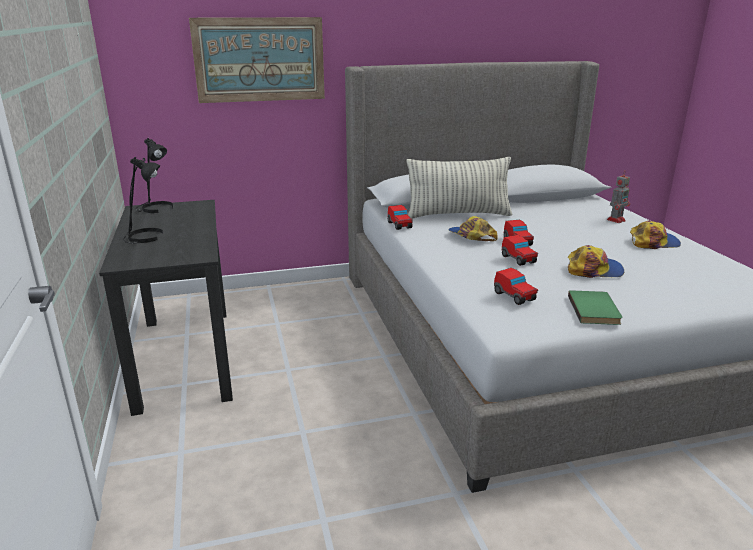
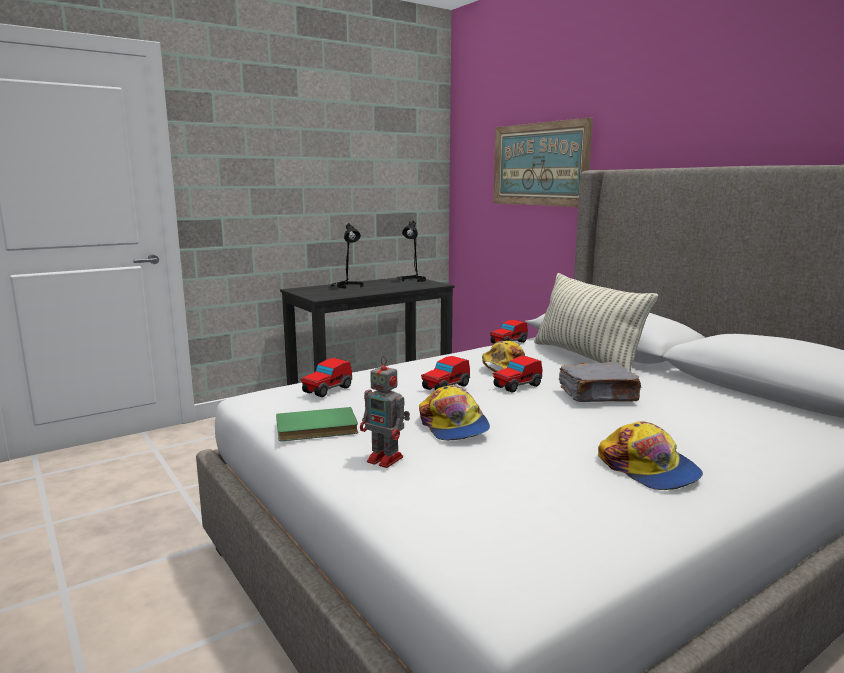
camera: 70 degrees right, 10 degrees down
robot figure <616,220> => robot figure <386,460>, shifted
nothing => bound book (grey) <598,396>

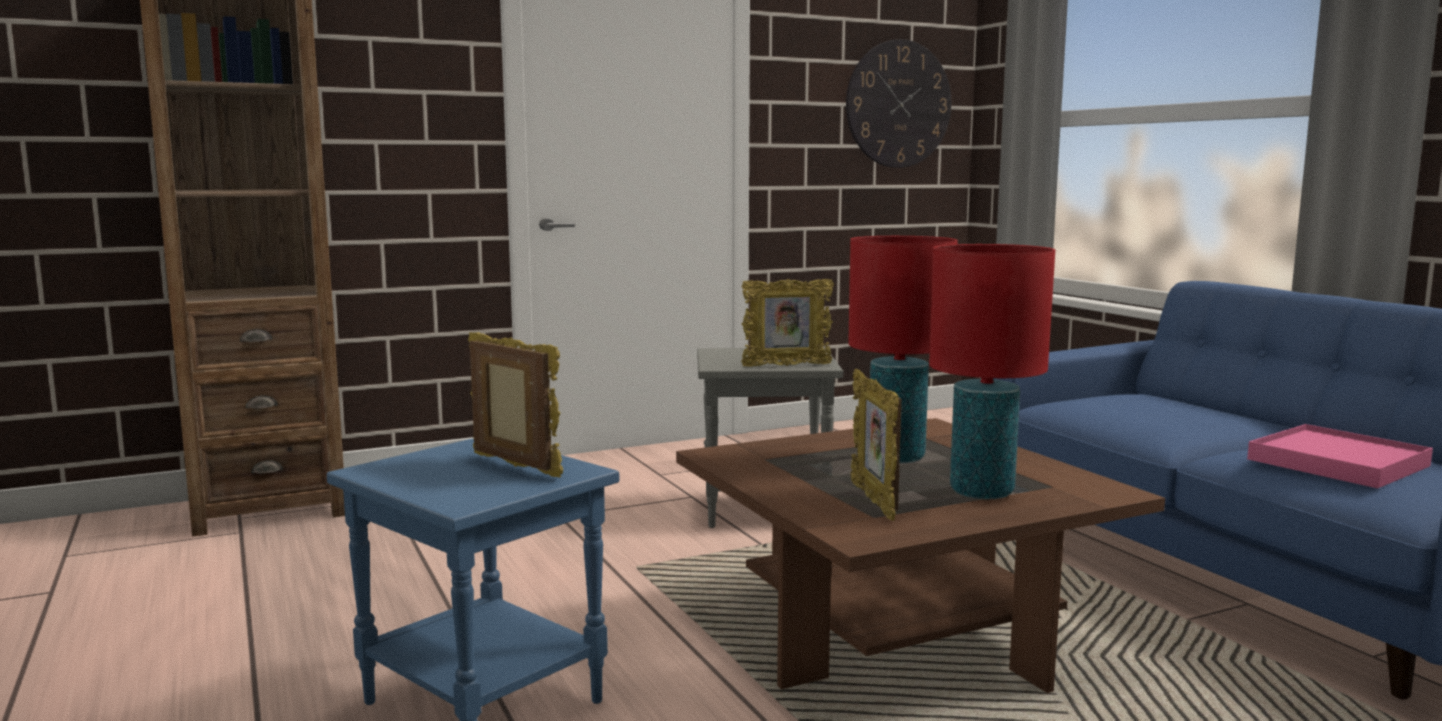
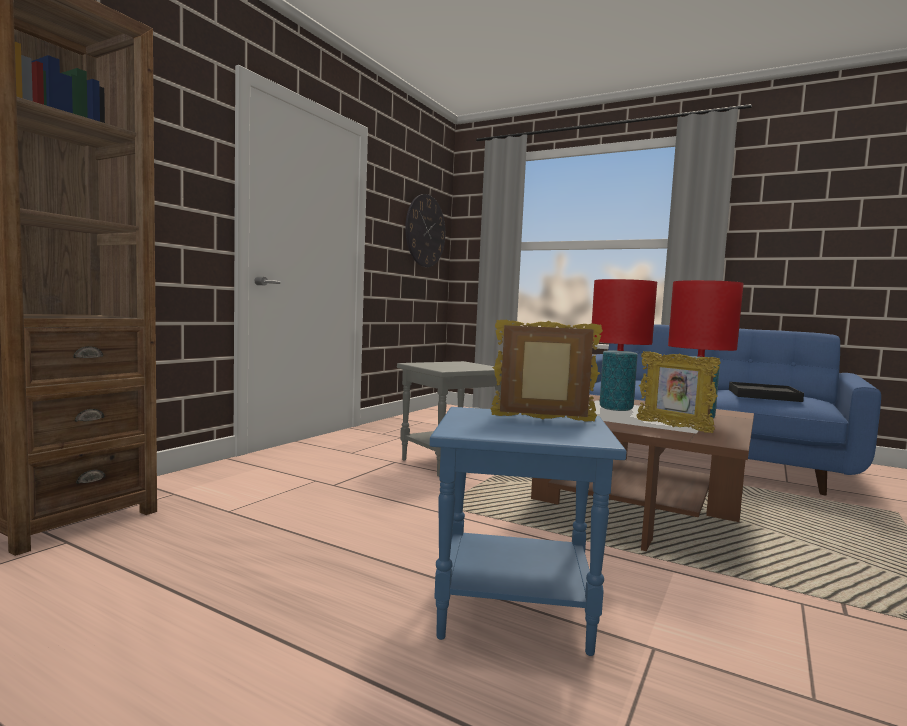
camera: 35 degrees left, 5 degrees down
picture frame <786,366> => nothing
carrying tray (pink) <1337,462> => carrying tray (black-coloured) <763,395>

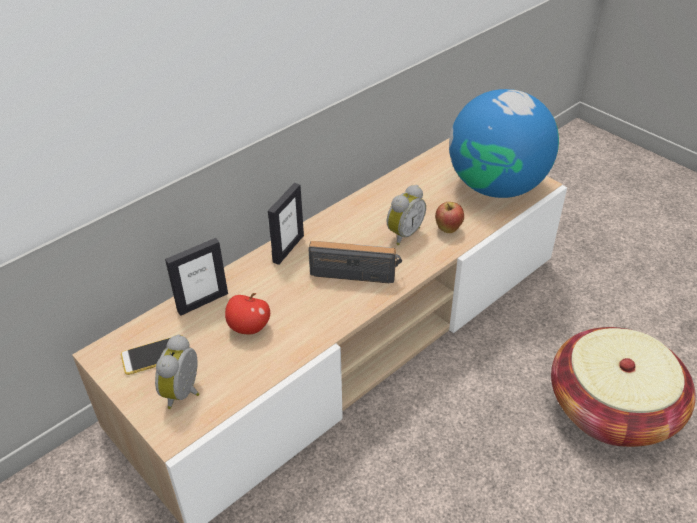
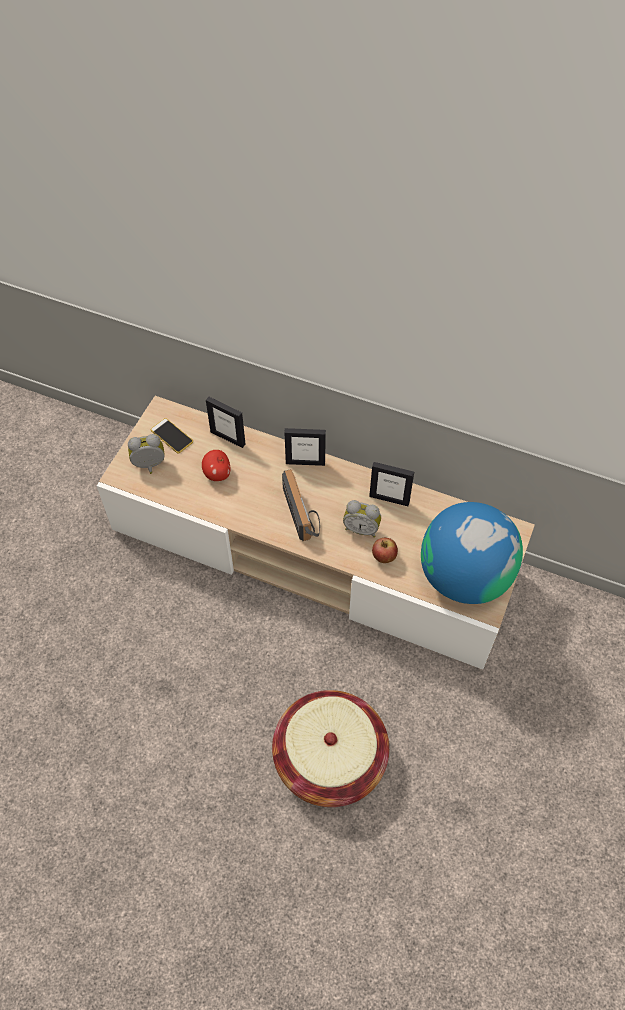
camera: 65 degrees right, 15 degrees up
nothing => picture frame <389,499>

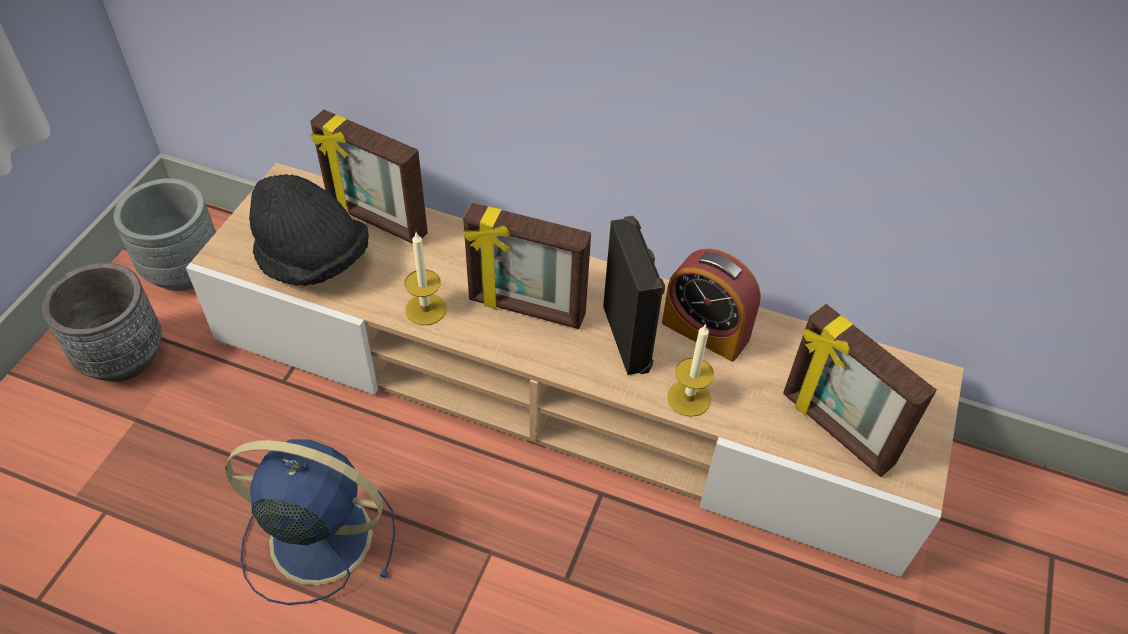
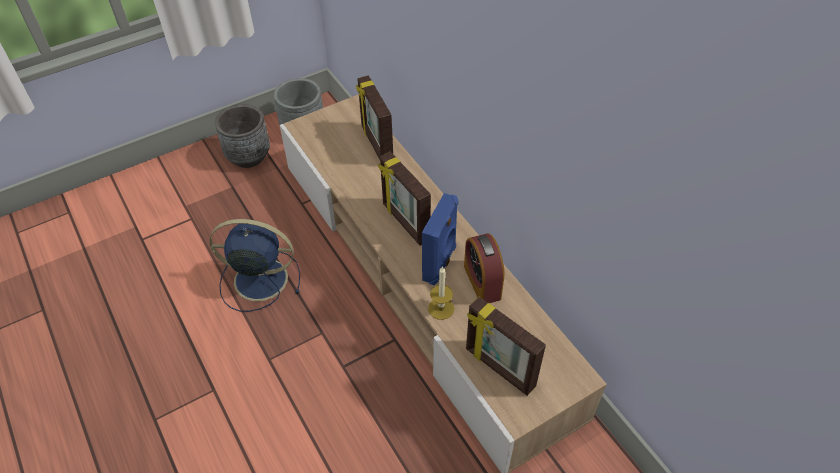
camera: 40 degrees right, 0 degrees up
cooling fan (bluish) <316,536> => cooling fan (bluish) <258,279>, 45 degrees counterclockwise
clothing hat (black-coloured) <313,260> => nothing
wax candle <425,309> => nothing
speaker (black-coloured) <629,338> => speaker (bluish) <440,263>
picture frame <835,430> => picture frame <499,368>, 45 degrees counterclockwise

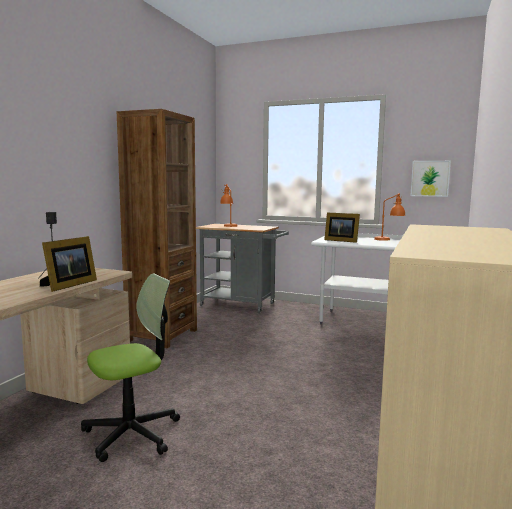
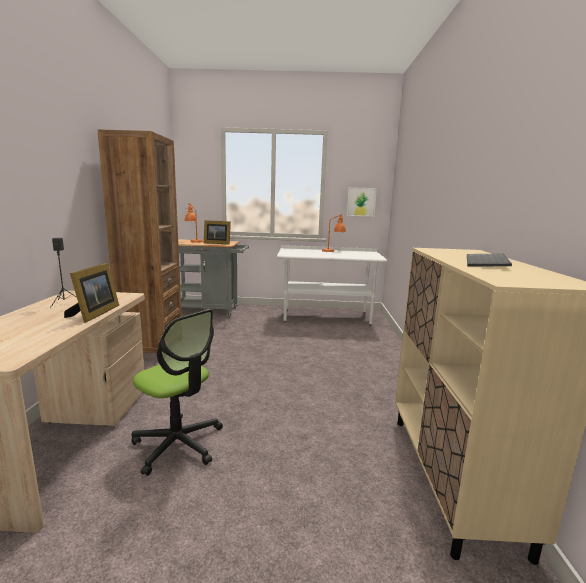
camera: 20 degrees left, 5 degrees up
computer chair <132,433> => computer chair <178,444>, 90 degrees clockwise
picture frame <340,240> => picture frame <216,243>, shifted
nothing => PC keyboard <488,262>

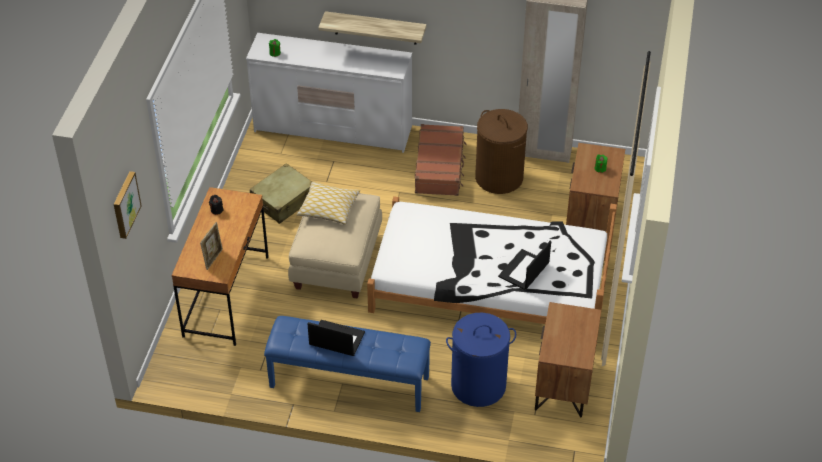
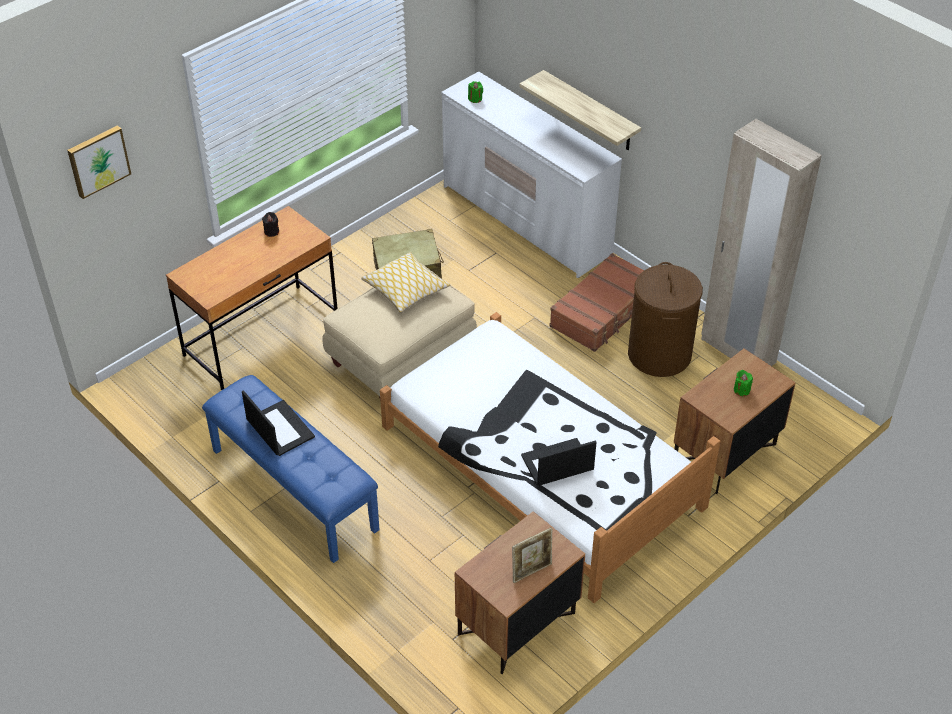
camera: 35 degrees right, 0 degrees up
picture frame <213,258> => picture frame <531,571>, shifted
hamper (bluish) <478,386> => nothing

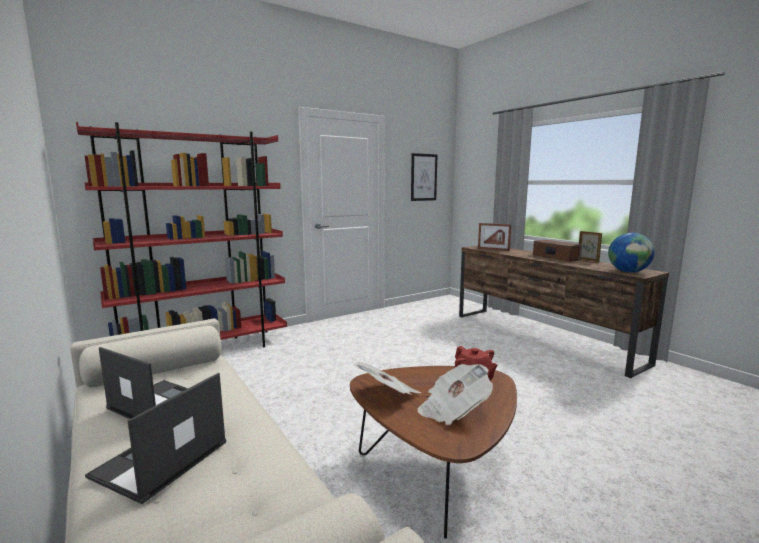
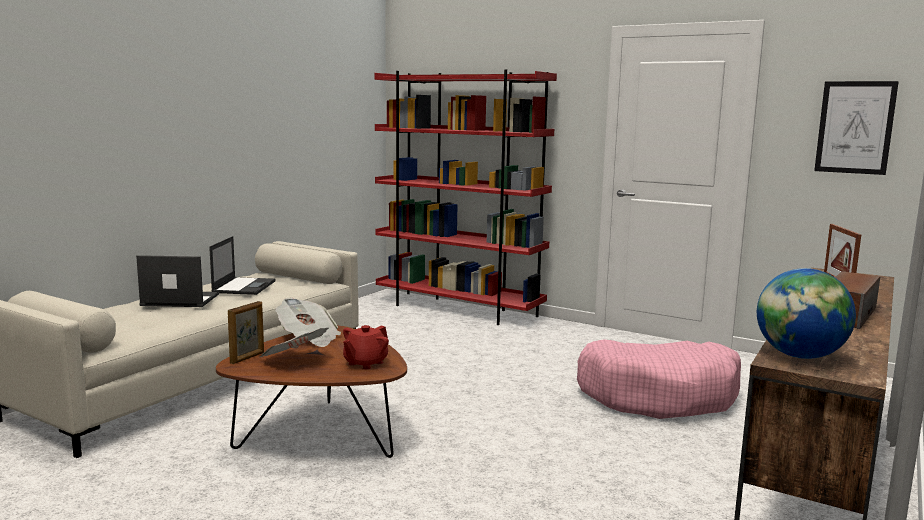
camera: 65 degrees right, 0 degrees up
picture frame <588,260> => picture frame <248,358>, shifted
nothing => dog bed (pink) <658,395>

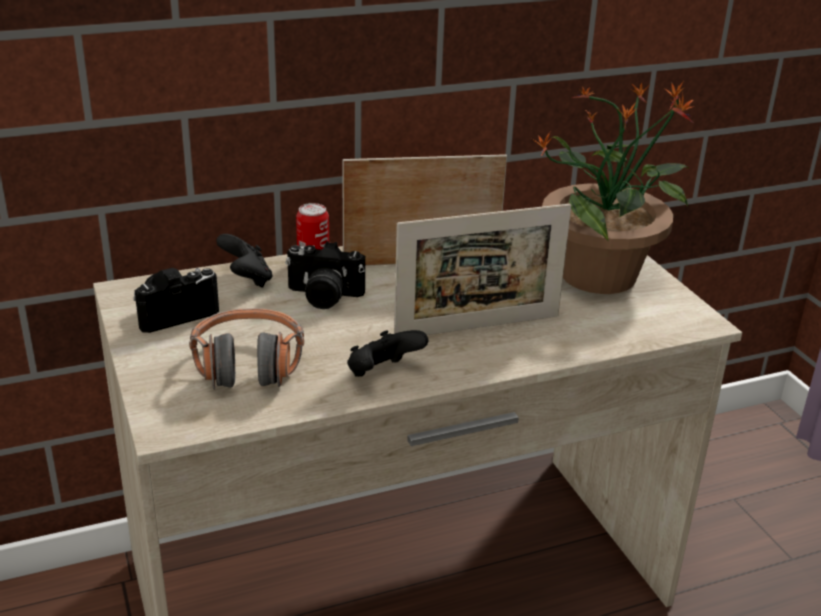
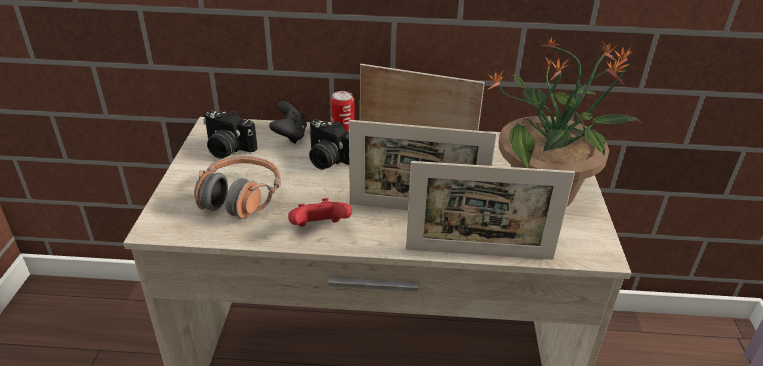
camera: 25 degrees right, 5 degrees up
still camera <174,314> => still camera <227,149>, 150 degrees counterclockwise
joypad (black-coloured) <382,374> => joypad (red) <319,229>
nothing => picture frame <479,254>

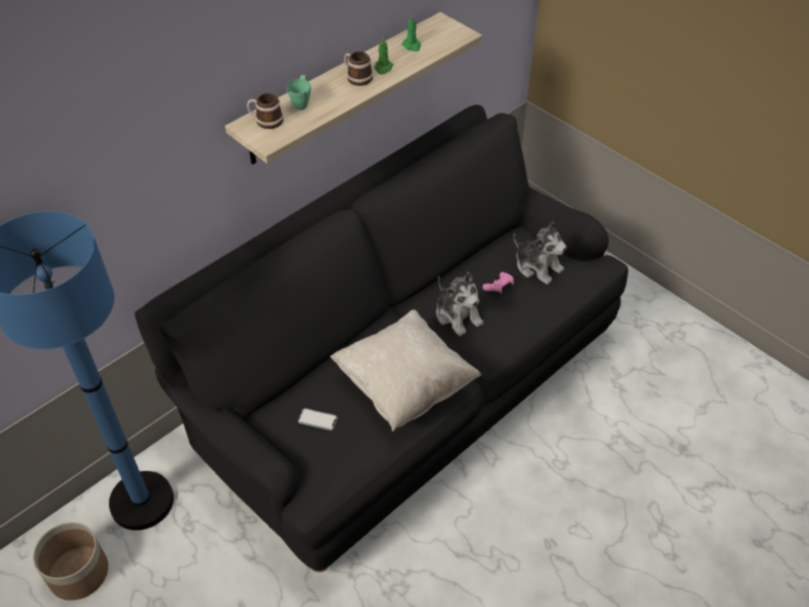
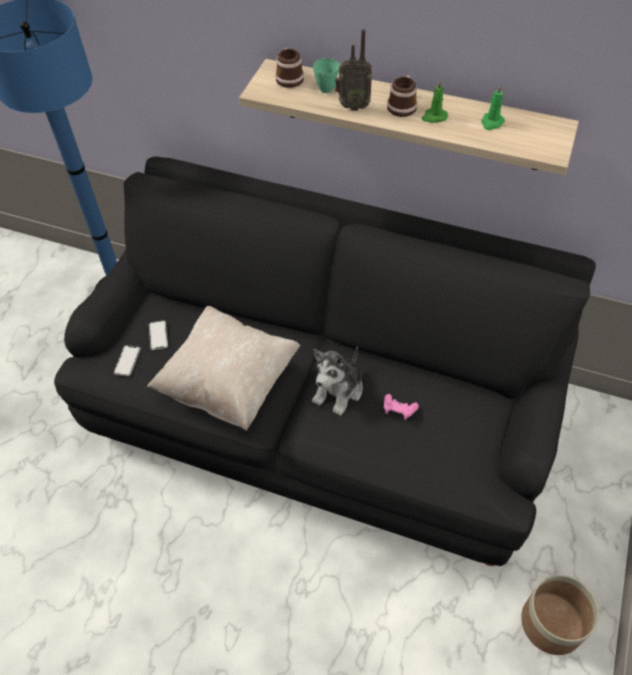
camera: 65 degrees right, 5 degrees up
planter <78,572> => planter <552,622>, shifted
plush toy <538,266> => nothing
nothing => handset <127,361>
nothing => radio set <352,106>

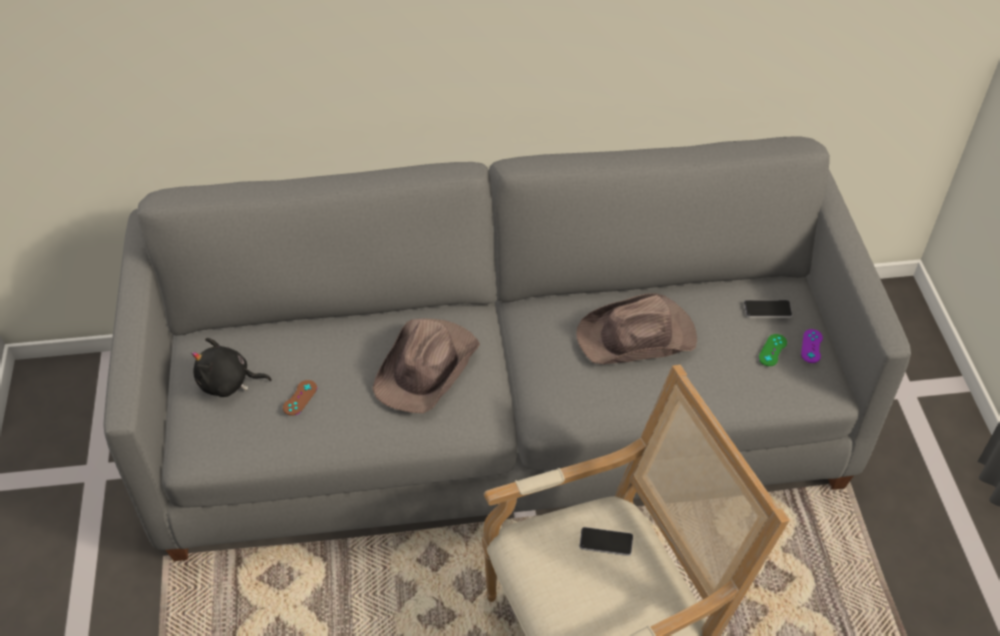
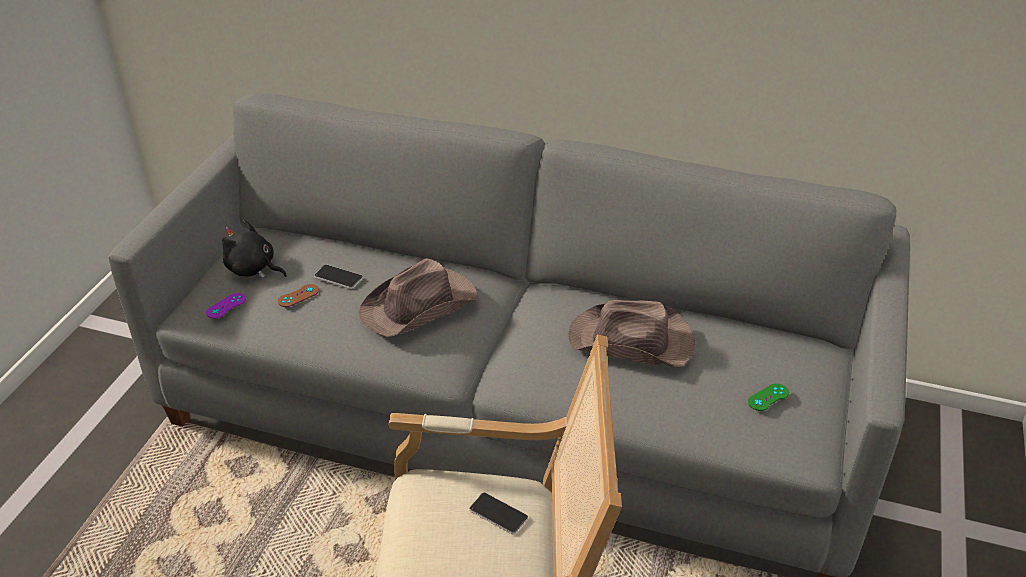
camera: 25 degrees right, 10 degrees down
handset <767,309> => handset <338,277>, shifted
joypad (purple) <811,346> => joypad (purple) <226,306>, shifted

